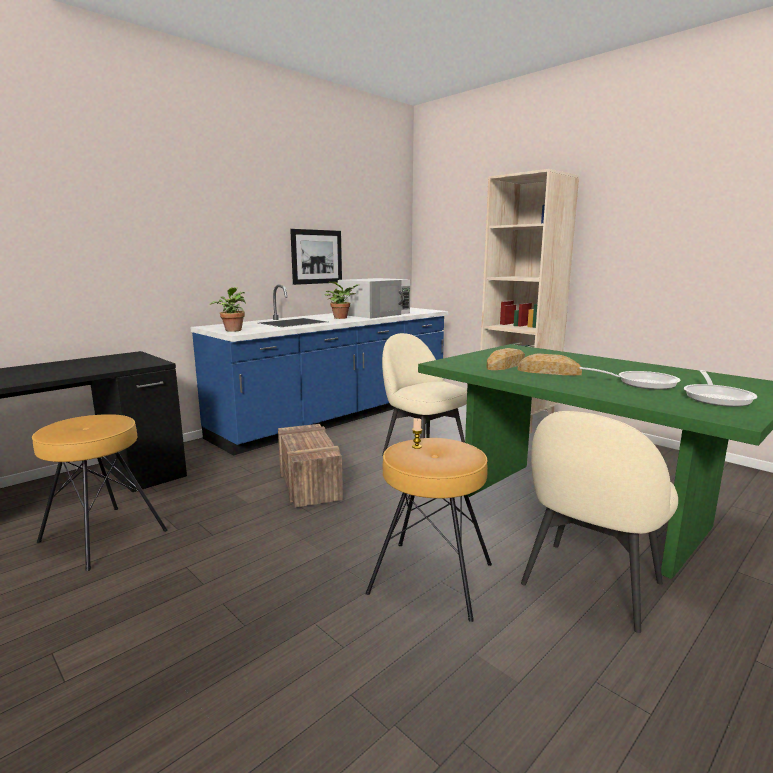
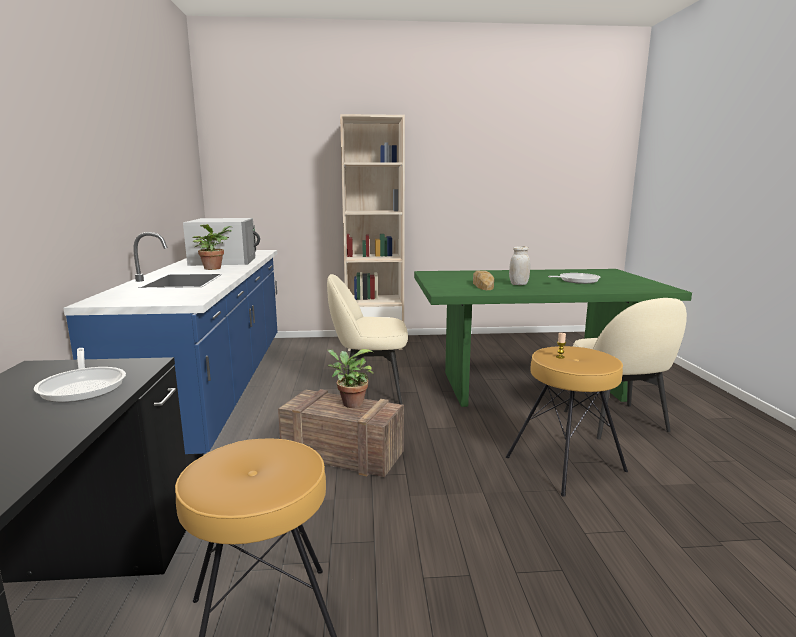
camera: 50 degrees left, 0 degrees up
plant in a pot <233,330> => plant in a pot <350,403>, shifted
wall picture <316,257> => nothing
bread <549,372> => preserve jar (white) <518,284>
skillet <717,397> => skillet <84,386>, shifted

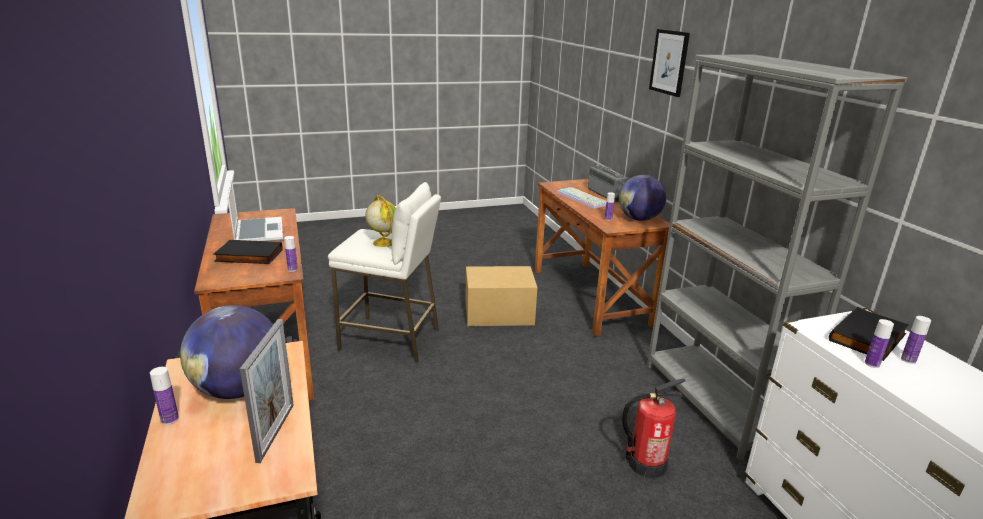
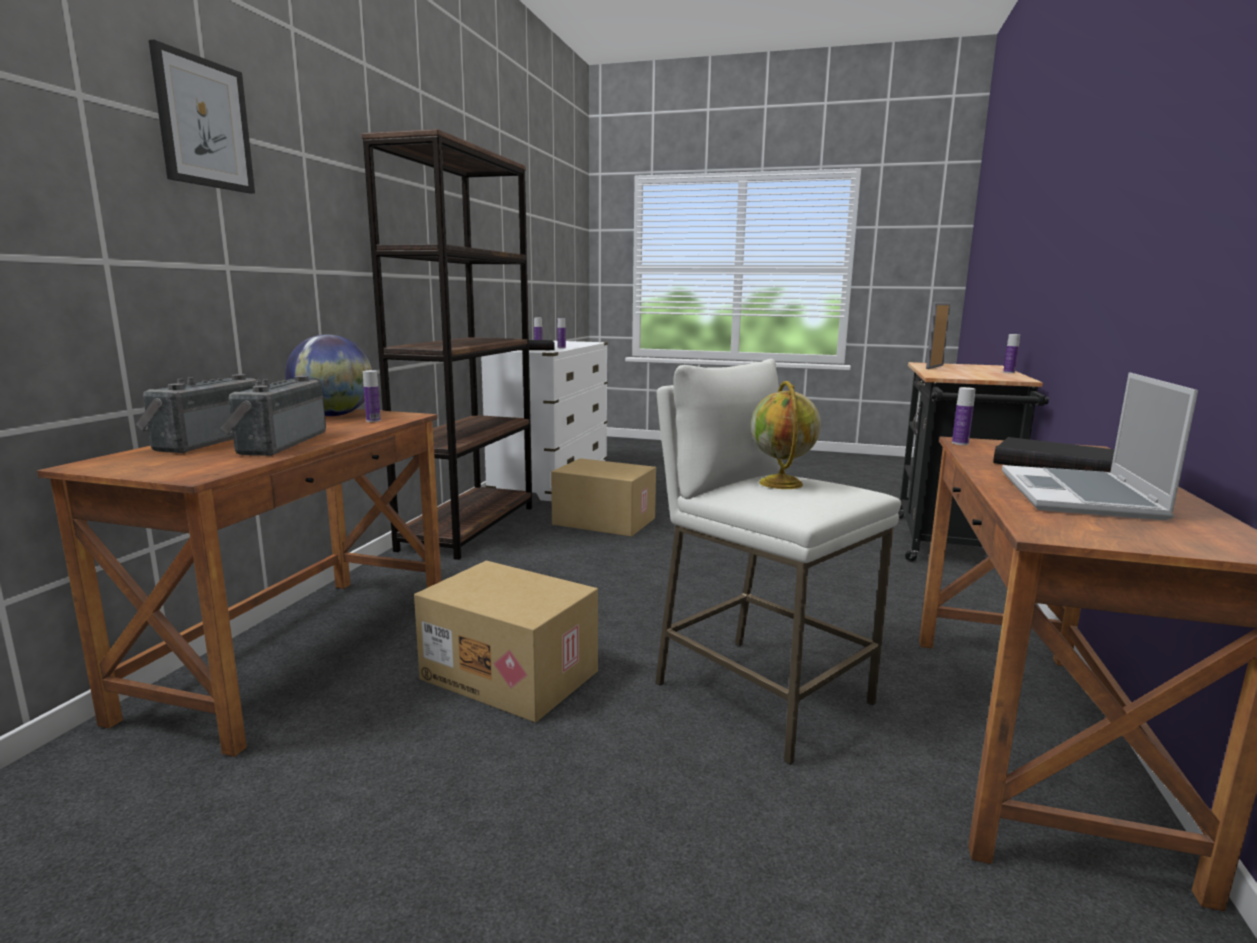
camera: 145 degrees left, 10 degrees down
globe <238,389> => nothing
PC keyboard <583,198> => radio set <277,443>
fire-fighting cylinder <646,464> => packing box <602,521>
shelving unit (grey) <714,403> => shelving unit (brown-coloured) <469,527>

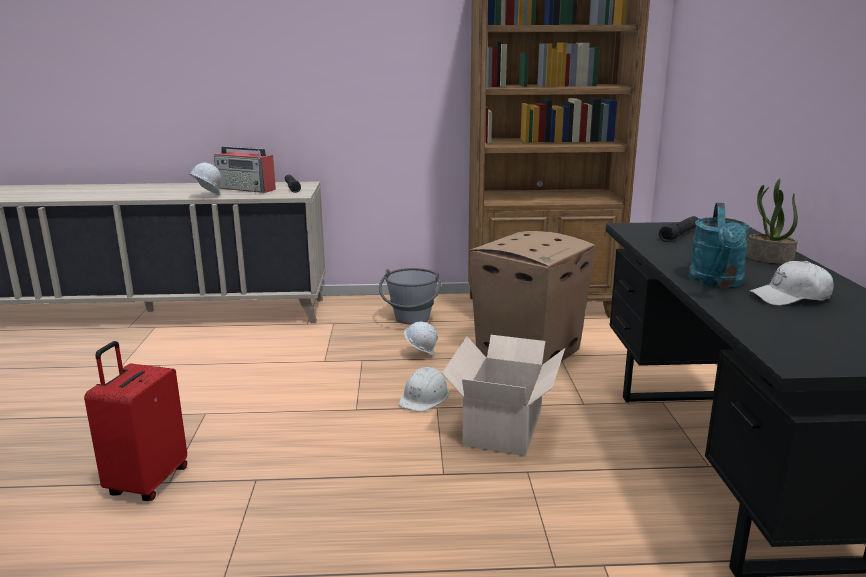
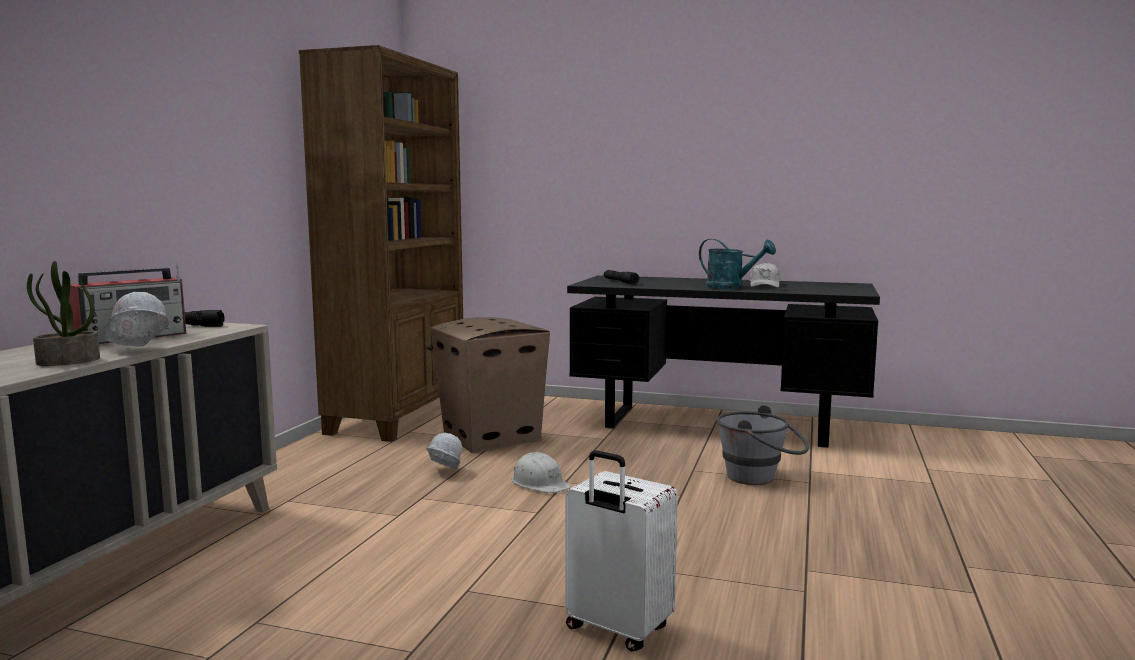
camera: 70 degrees left, 10 degrees down
suitcase (red) <146,482> => suitcase (white) <616,630>
water bucket (grey) <411,321> => water bucket (grey) <760,478>, shifted
packing box <504,426> => nothing
plant in a pot <768,259> => plant in a pot <67,361>, shifted

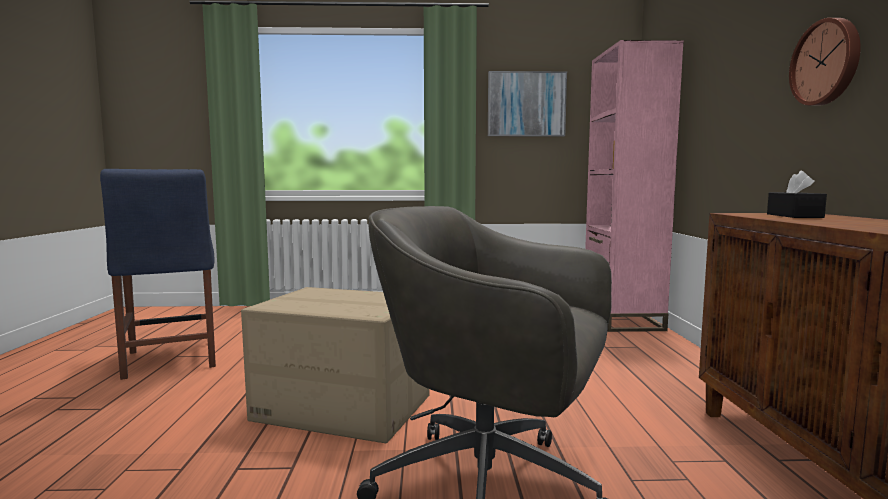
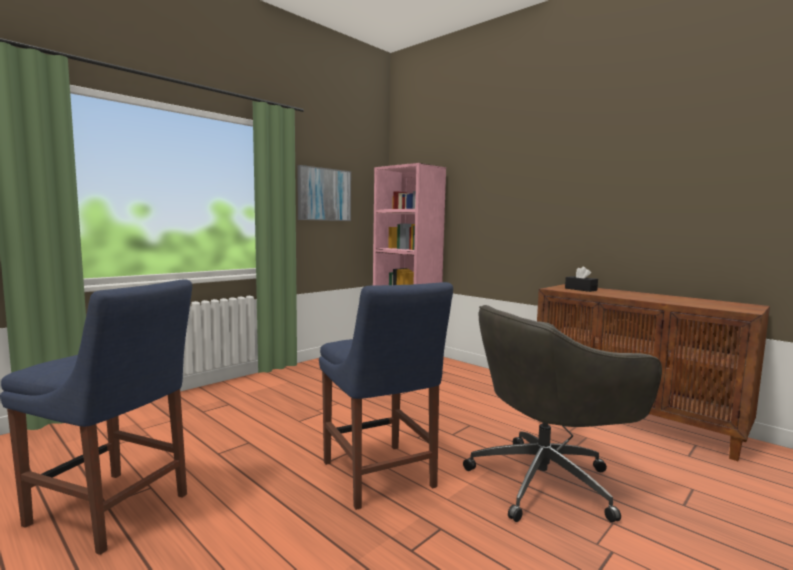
camera: 45 degrees left, 0 degrees up
packing box <342,409> => plain chair (bluish) <380,477>
wall clock <827,62> => nothing

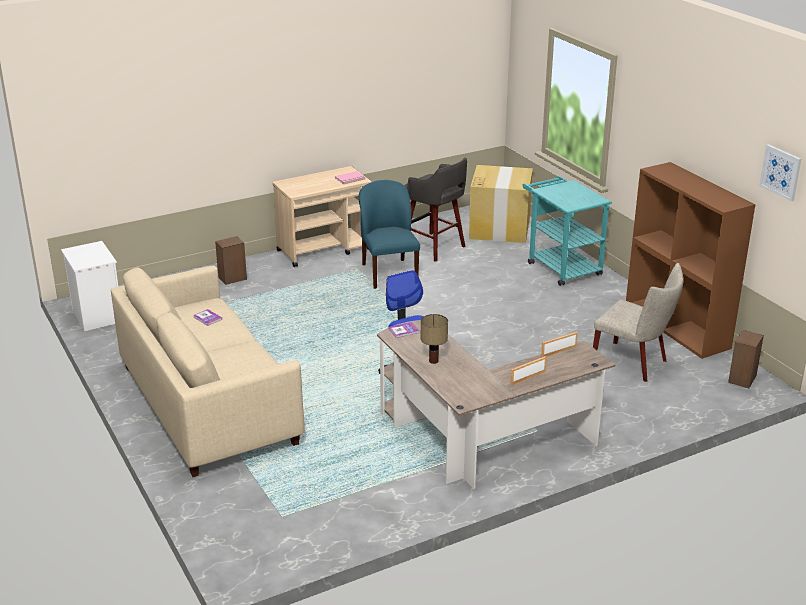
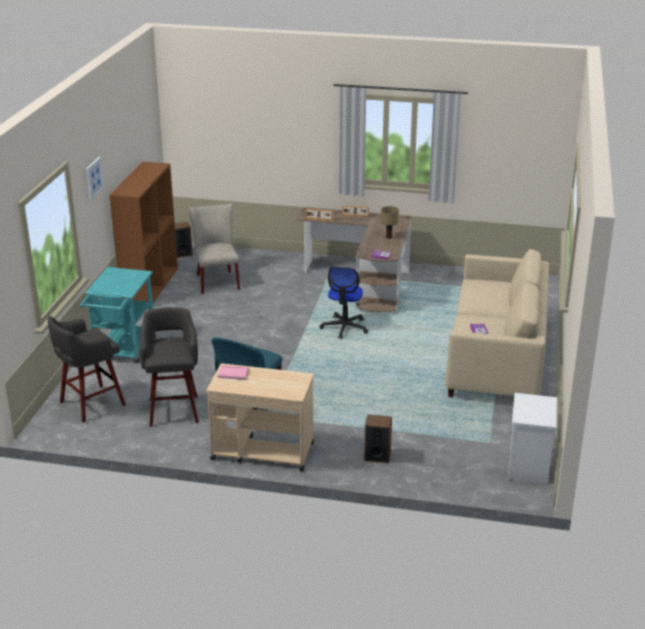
camera: 140 degrees left, 0 degrees up
packing box <499,228> => sitting stool (grey) <90,404>
wall picture <781,172> => wall picture <94,178>, shifted

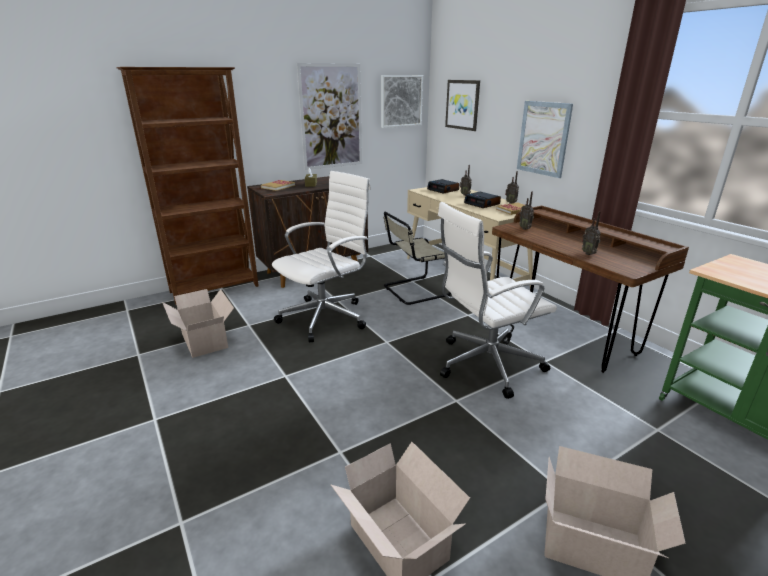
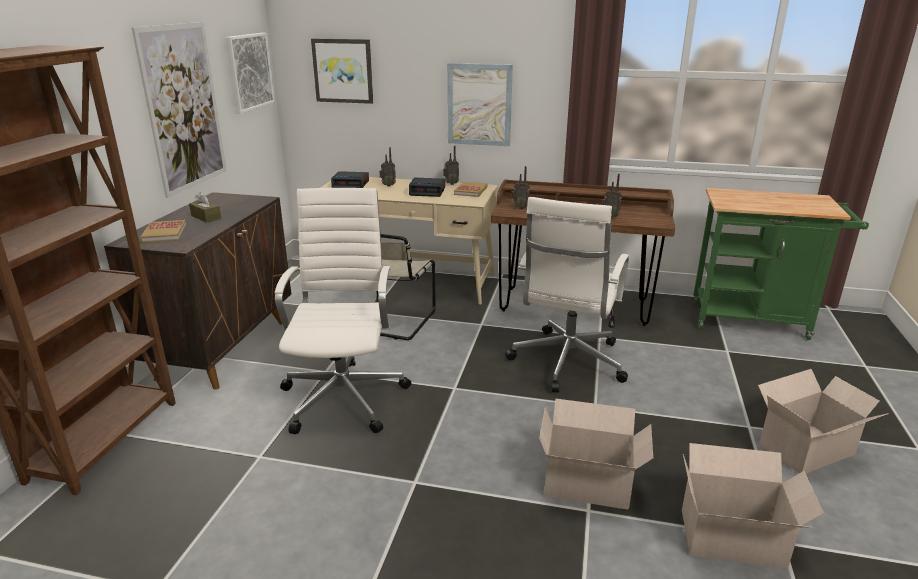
camera: 45 degrees left, 0 degrees up
packing box <204,342> => packing box <590,484>, shifted

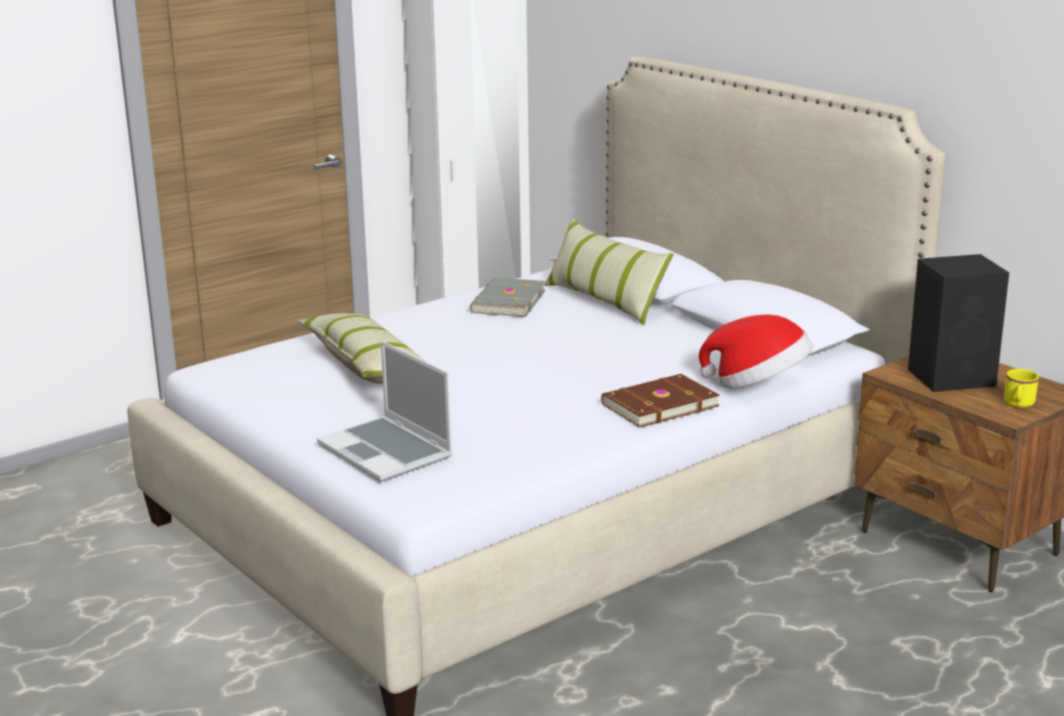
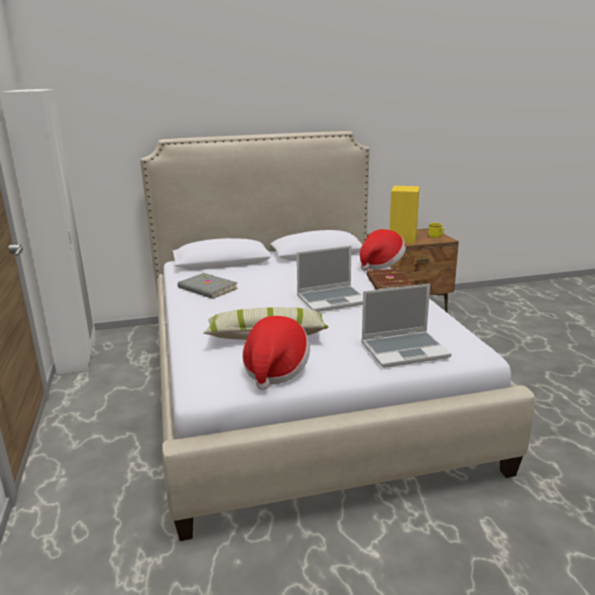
camera: 65 degrees left, 0 degrees up
cushion <605,301> => nothing
speaker (black-coloured) <953,377> => speaker (yellow-coloured) <403,238>
nothing => clothing hat <275,370>
nothing => notebook computer <332,300>

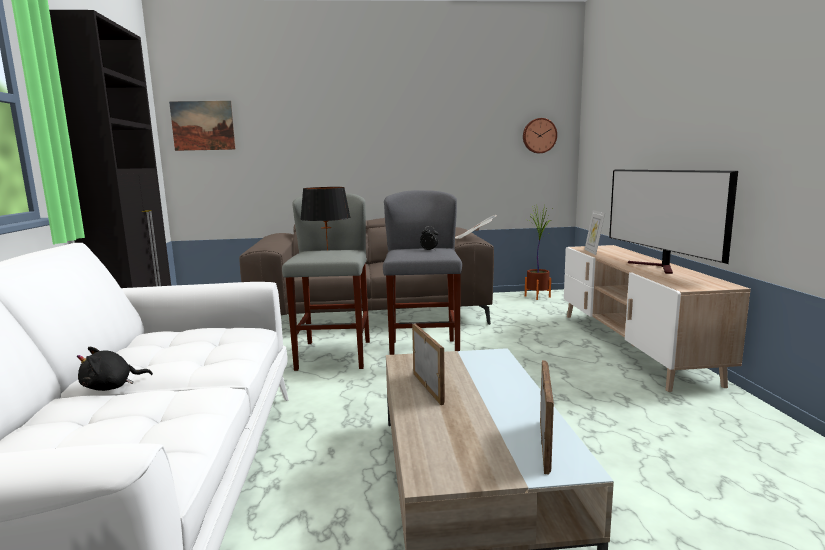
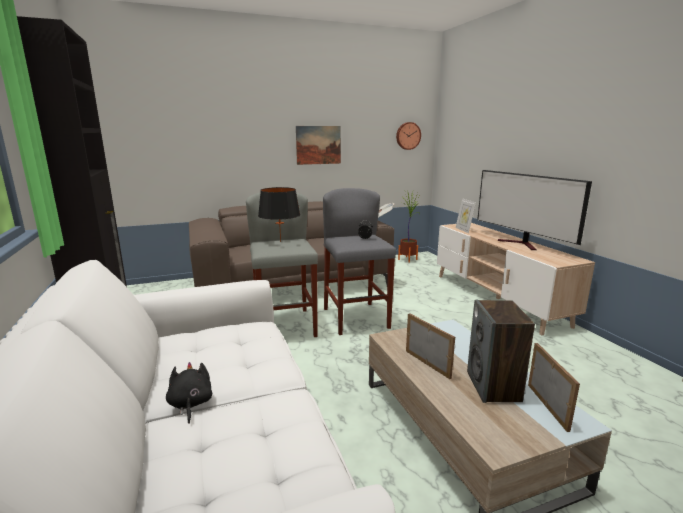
camera: 15 degrees left, 5 degrees up
plush toy (black-coloured) <111,387> => plush toy (black-coloured) <190,404>, 120 degrees clockwise
wall picture <203,125> => wall picture <318,145>, shifted
nothing => speaker <493,387>

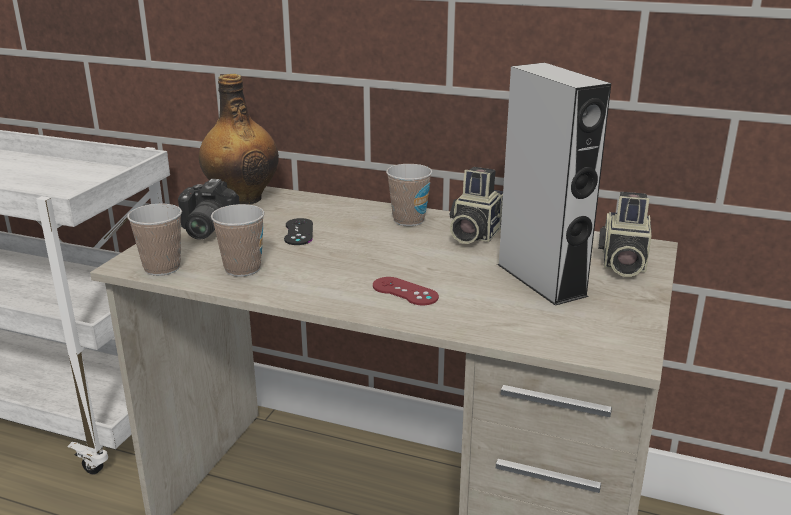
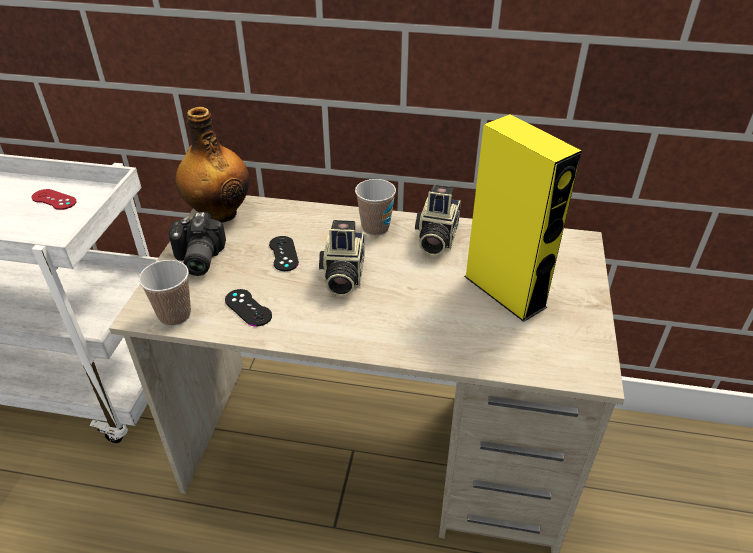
camera: 10 degrees left, 15 degrees up
cup <242,269> => joypad (black-coloured) <248,308>
joypad (red) <405,291> => joypad (red) <54,200>, shifted
speaker (grey) <541,279> => speaker (yellow-coloured) <504,291>
still camera <622,263> => still camera <342,276>, shifted

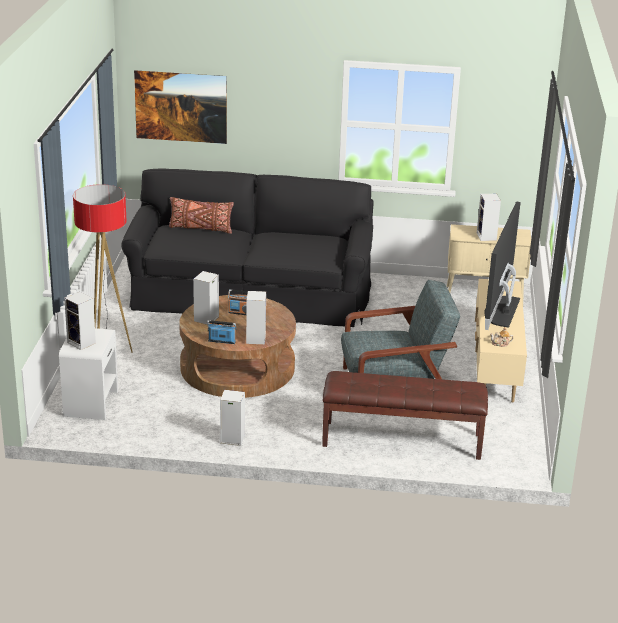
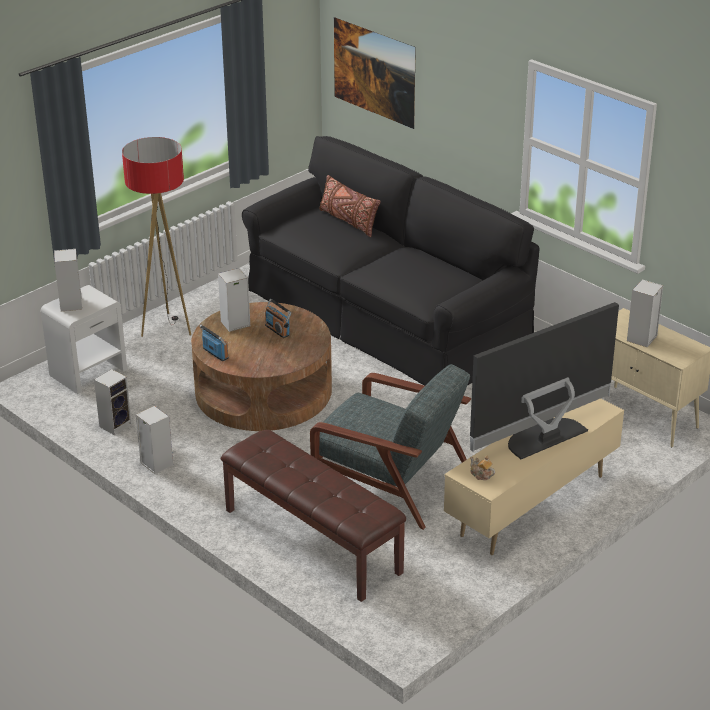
camera: 40 degrees right, 5 degrees up
speaker <255,338> => speaker <116,425>, shifted

